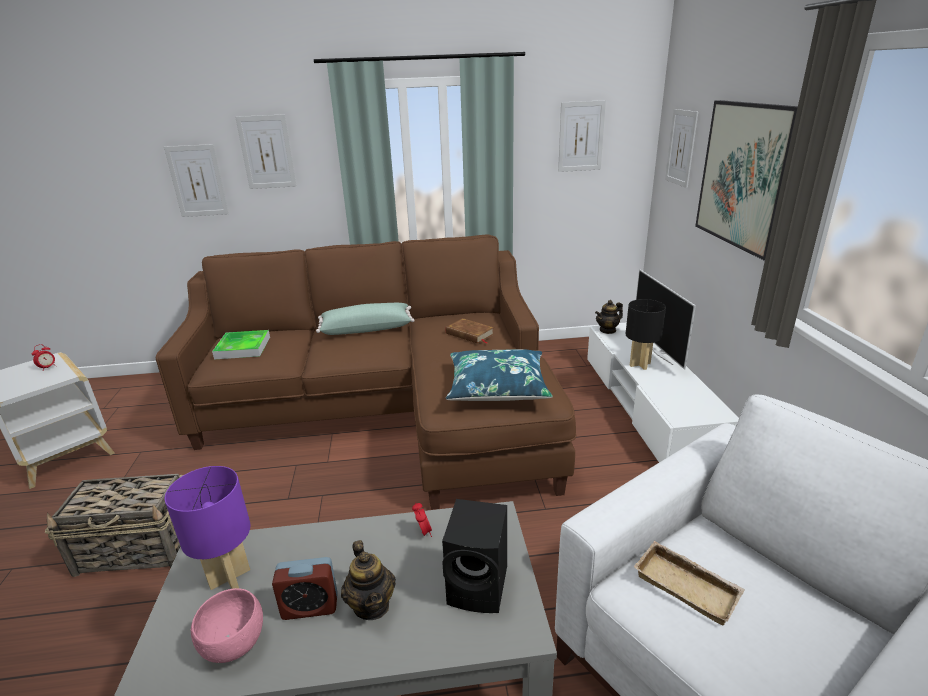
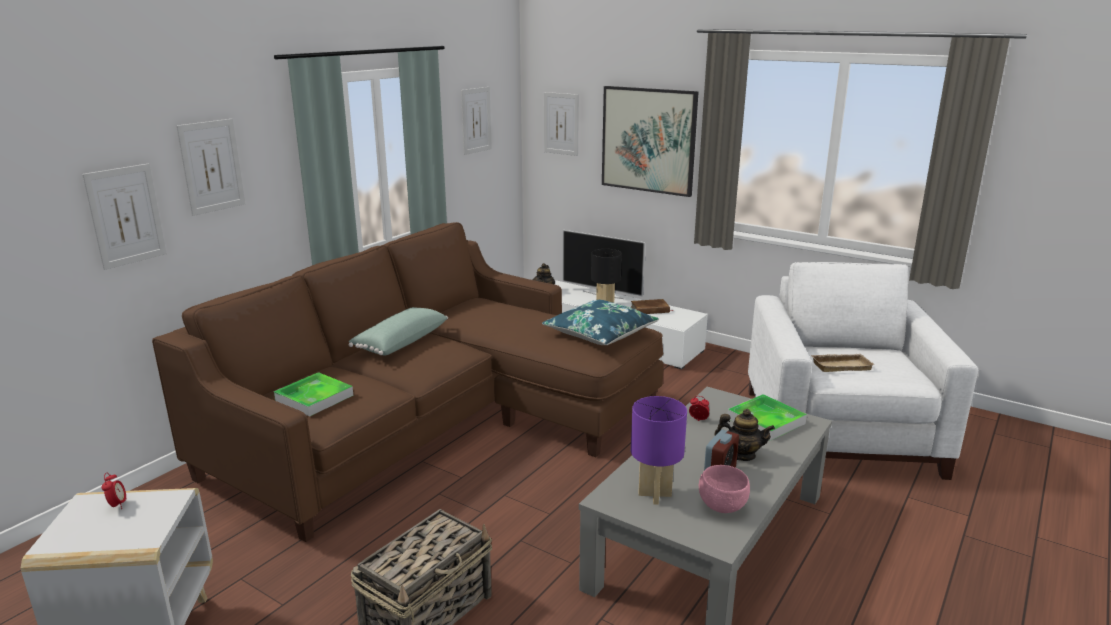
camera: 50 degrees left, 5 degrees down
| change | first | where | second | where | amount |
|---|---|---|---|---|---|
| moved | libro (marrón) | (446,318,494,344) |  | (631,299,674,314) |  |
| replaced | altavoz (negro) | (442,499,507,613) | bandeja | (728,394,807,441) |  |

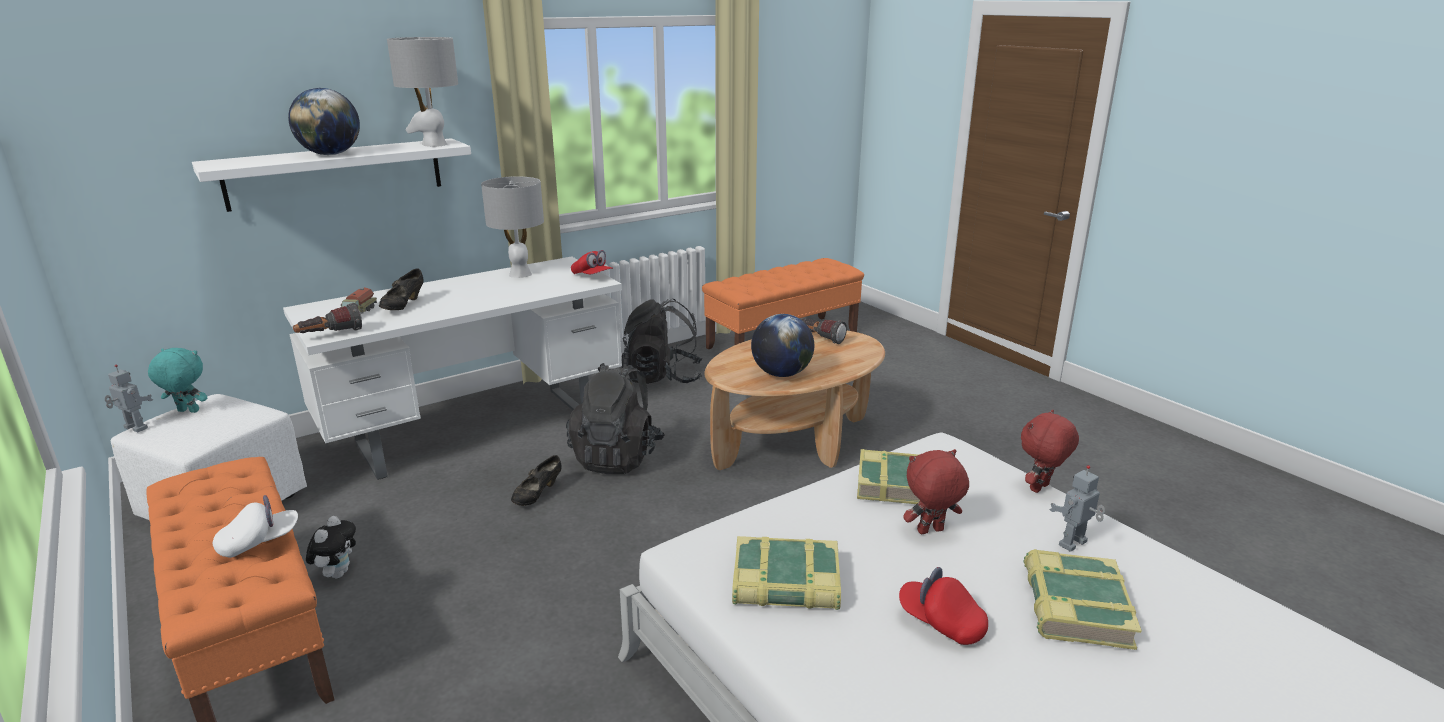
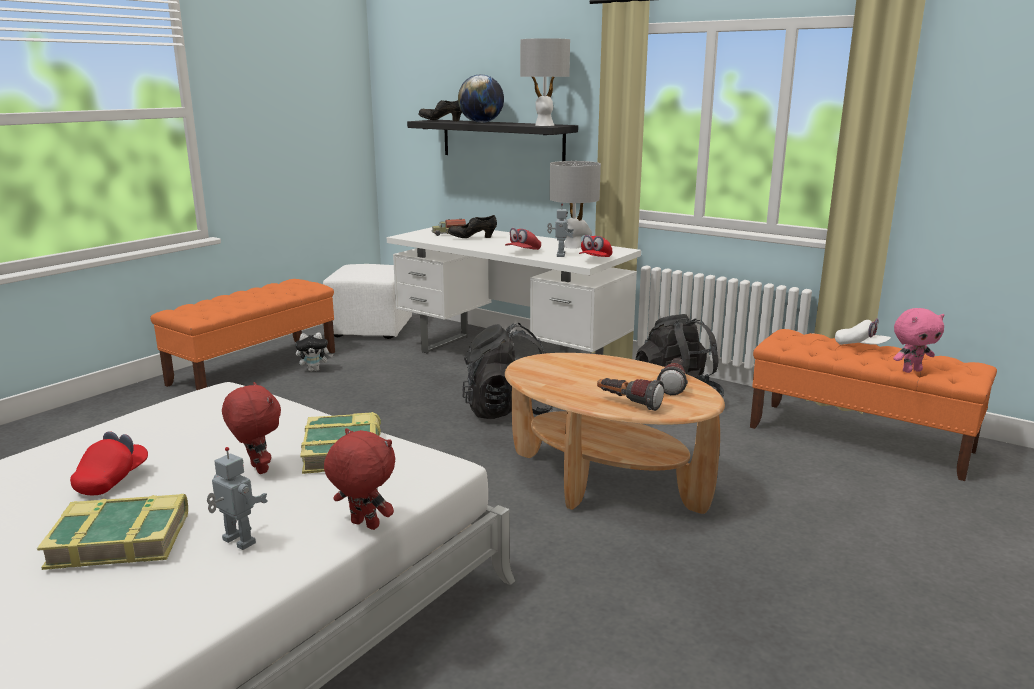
camera: 70 degrees right, 5 degrees down
| change | first | where | second | where | amount |
|---|---|---|---|---|---|
| removed | peluche (turquesa) | (148,348,207,413) |  |  |  |
| removed | libro | (732,536,841,610) |  |  |  |
| removed | globo terráqueo | (751,314,814,377) |  |  |  |
| added |  |  | gorra (rojo) | (505,228,541,250) |  |
| added |  |  | peluche (rosa) | (893,308,944,373) |  |
| moved | robot de juguete | (105,365,153,432) |  | (547,204,574,257) |  |
| moved | gorra (blanco) | (213,495,298,558) |  | (835,318,891,345) |  |
| moved | linterna | (293,303,362,333) |  | (597,378,664,411) |  |
| moved | zapato (negro) | (511,455,562,506) |  | (418,100,462,121) |  |
| recoloured | estante (blanco) | (192,138,471,212) | estante (negro) | (407,120,578,161) |  |

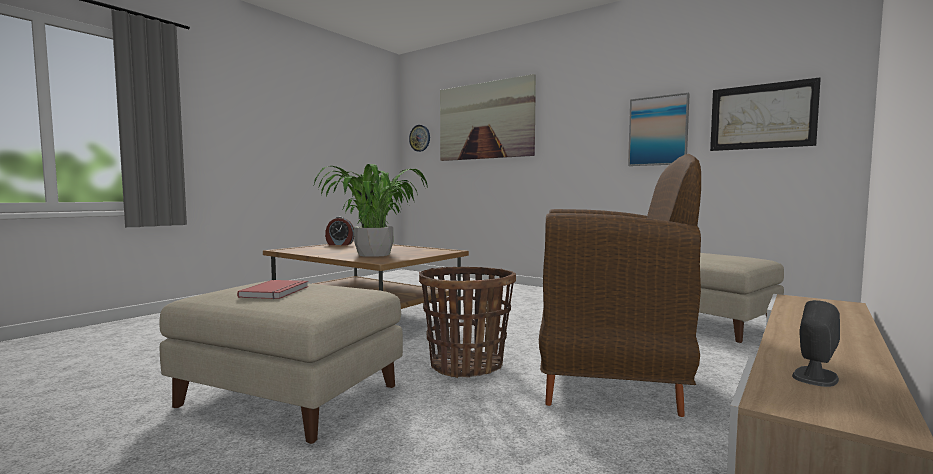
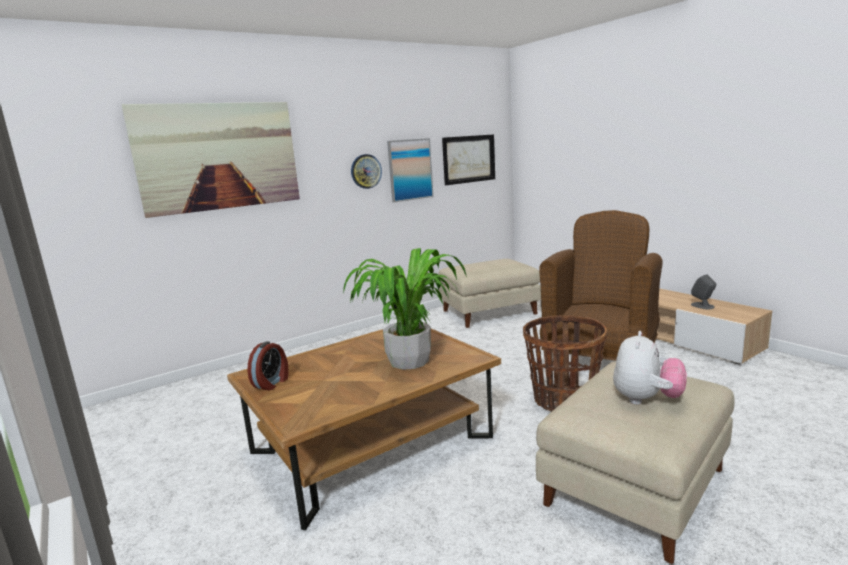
camera: 70 degrees left, 10 degrees up
| change | first | where | second | where | amount |
|---|---|---|---|---|---|
| moved | reloj de pared | (409,125,430,152) |  | (351,154,382,189) |  |
| replaced | libro (rojo) | (237,280,309,299) | peluche | (613,331,687,404) |  |

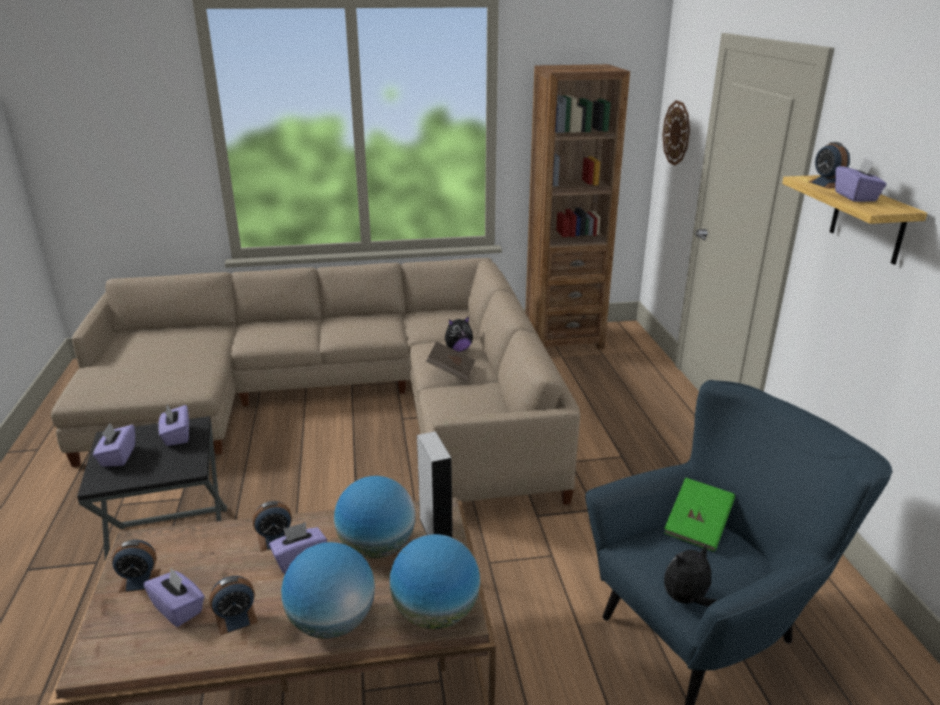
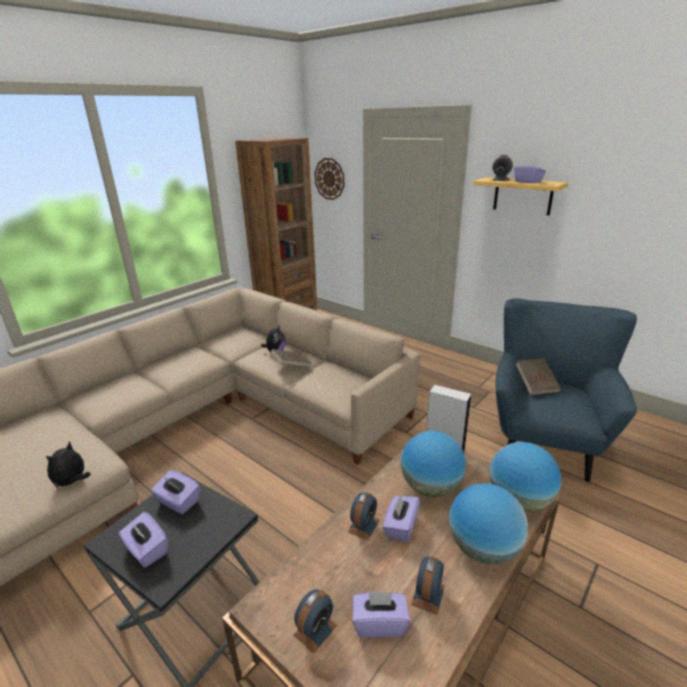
camera: 40 degrees left, 0 degrees up
| change | first | where | second | where | amount |
|---|---|---|---|---|---|
| moved | peluche | (664,544,717,607) |  | (46,441,91,489) |  |
| recoloured | libro (verde) | (664,478,735,552) | libro (marrón) | (516,358,561,395) |  |

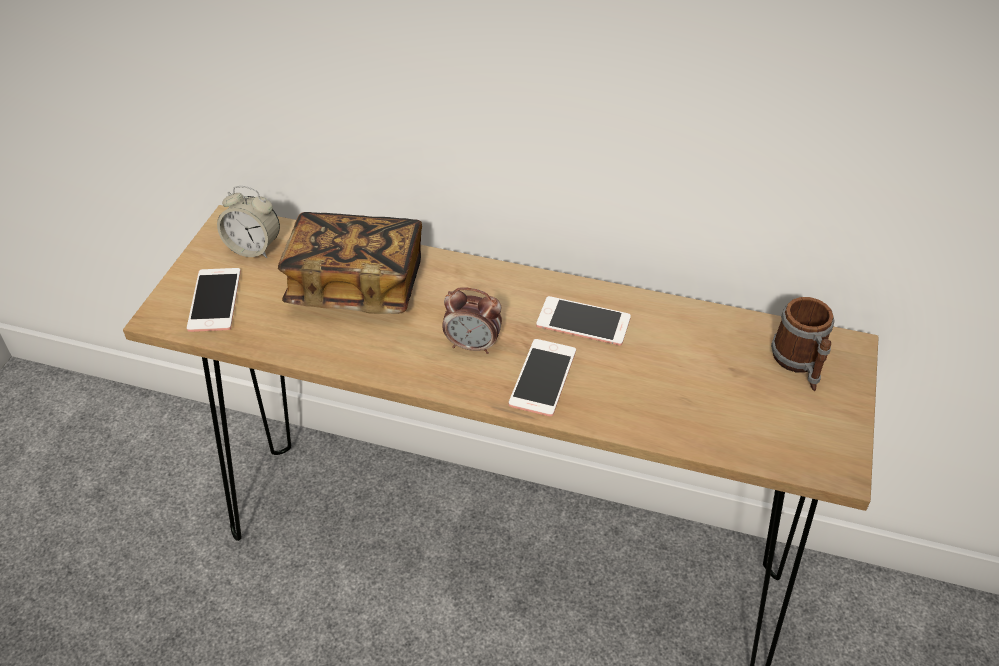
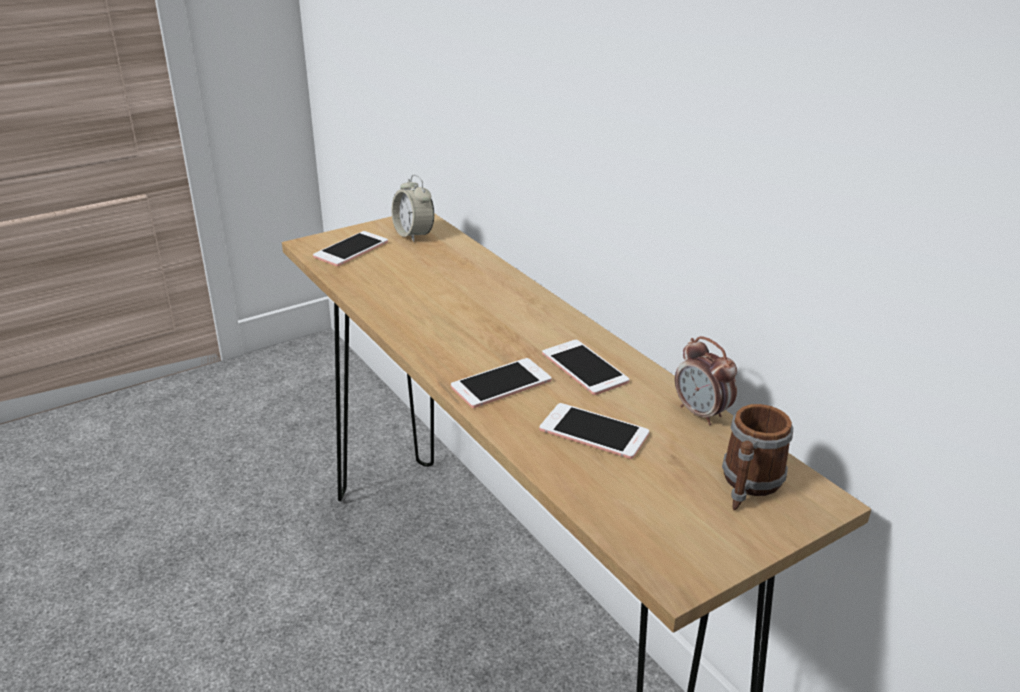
camera: 40 degrees right, 15 degrees down
| change | first | where | second | where | amount |
|---|---|---|---|---|---|
| removed | libro | (278,212,422,314) |  |  |  |
| added |  |  | móvil | (539,403,649,459) |  |
| moved | despertador | (442,287,502,354) |  | (675,336,737,425) |  |

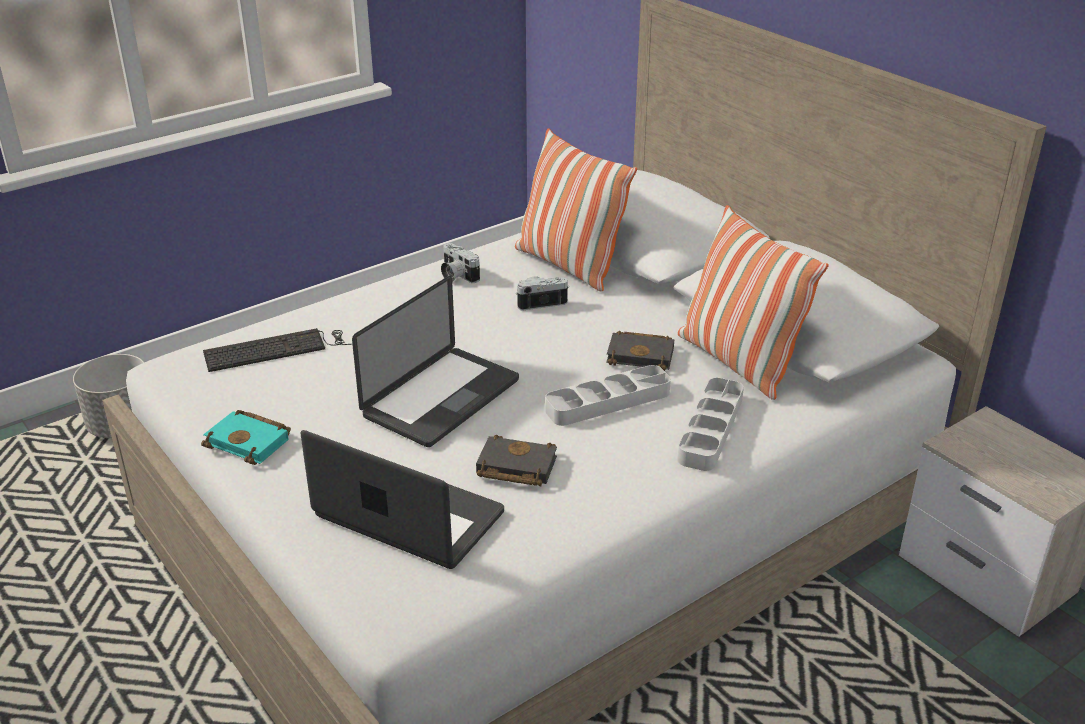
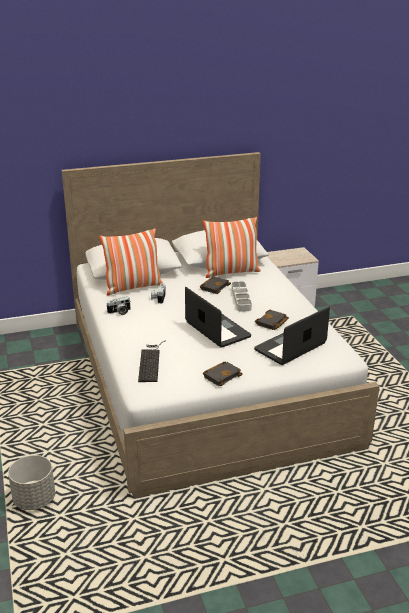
camera: 70 degrees left, 5 degrees down
| change | first | where | second | where | amount |
|---|---|---|---|---|---|
| removed | bandeja (gris) | (677,377,744,471) |  |  |  |
| recoloured | libro (turquesa) | (201,410,291,465) | libro (negro) | (203,362,243,387) |  |

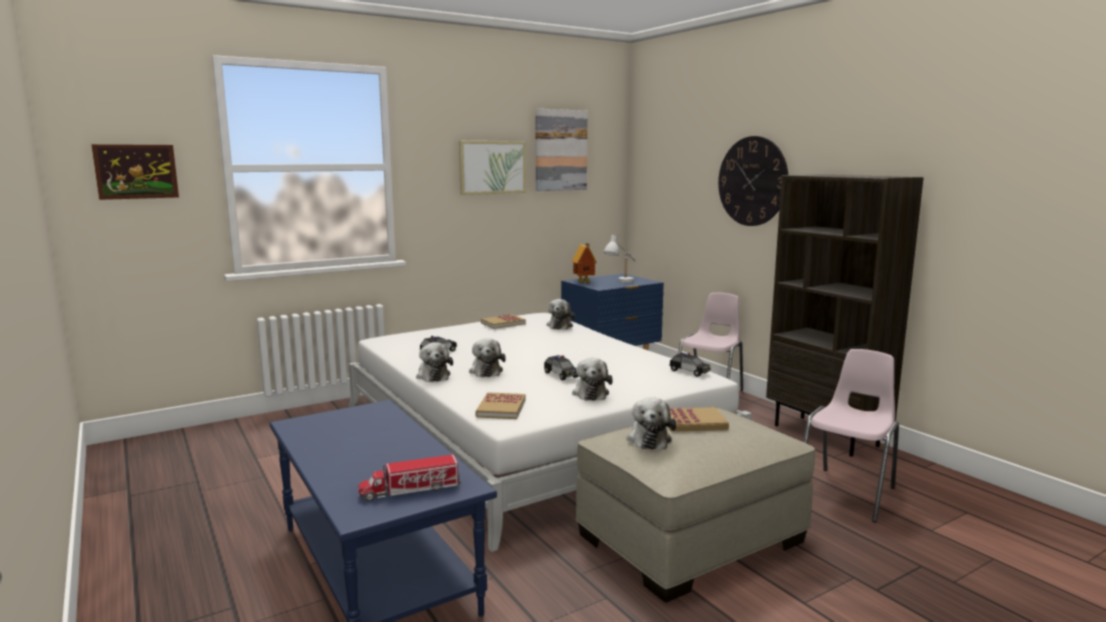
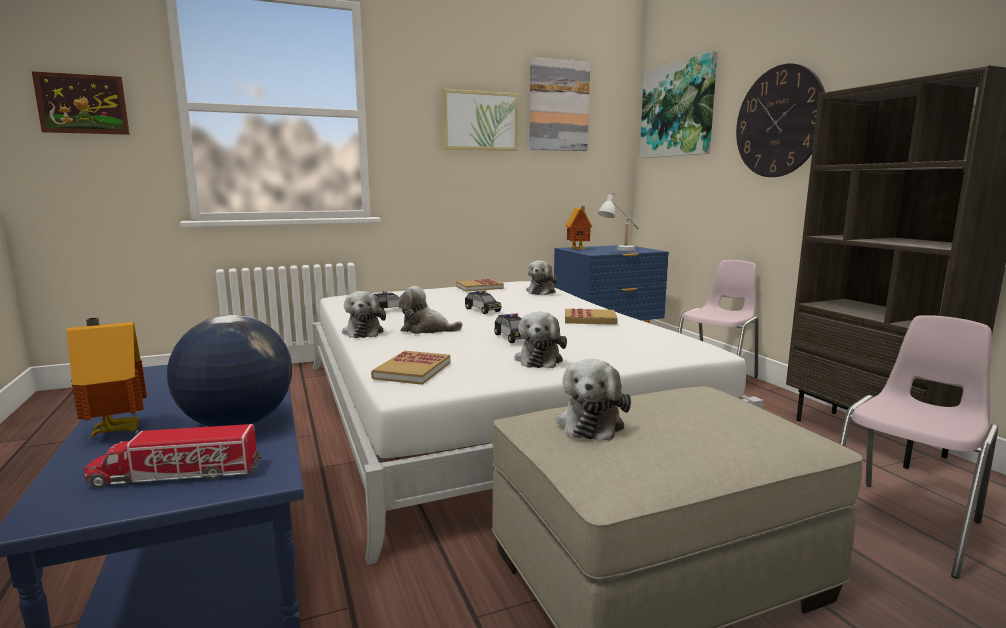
camera: 10 degrees right, 0 degrees up
| change | first | where | second | where | amount |
|---|---|---|---|---|---|
| added |  |  | casita | (67,317,147,439) |  |
| added |  |  | globo terráqueo | (167,315,292,427) |  |
| added |  |  | cuadro | (640,51,718,158) |  |
| moved | coche de juguete | (669,352,711,377) |  | (465,290,502,314) |  |
| moved | libro | (669,407,729,432) |  | (565,308,618,325) |  |
| turned | peluche | (469,338,506,377) |  | (399,286,462,334) | 105 degrees clockwise |

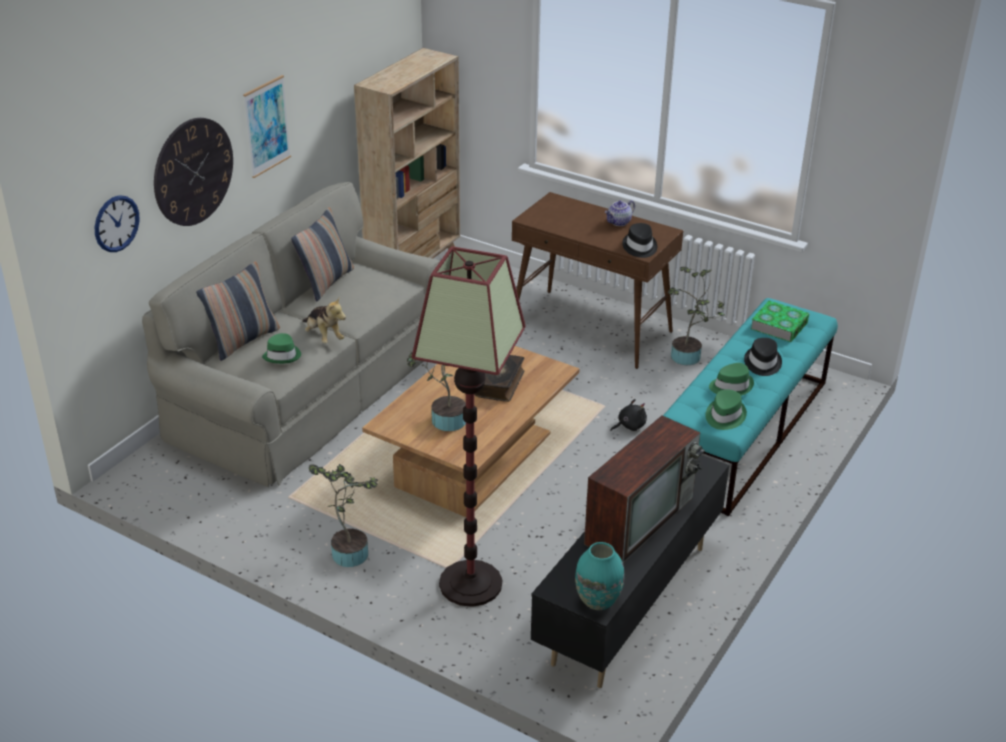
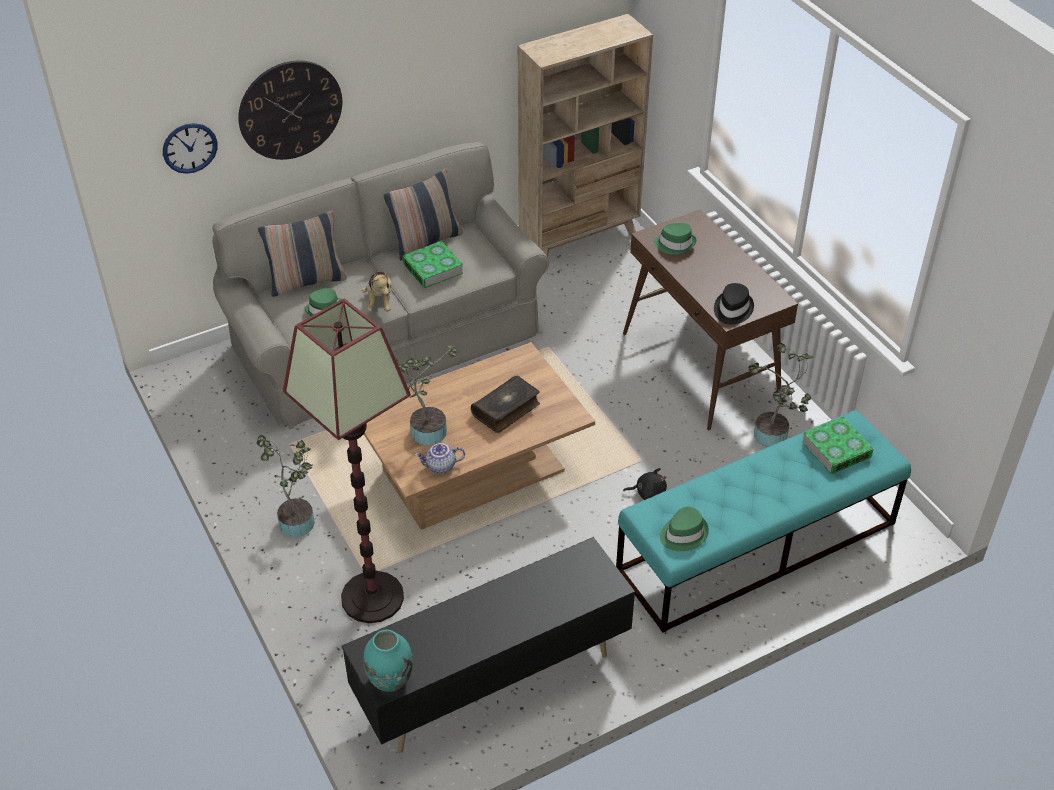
camera: 30 degrees right, 10 degrees up
| change | first | where | second | where | amount |
|---|---|---|---|---|---|
| removed | cuadro | (243,75,291,178) |  |  |  |
| removed | televisor | (584,415,705,563) |  |  |  |
| removed | sombrero (negro) | (744,338,782,376) |  |  |  |
| added |  |  | libro | (403,241,463,288) |  |
| moved | tetera | (605,200,635,226) |  | (415,443,465,474) |  |
| moved | sombrero (verde) | (709,363,754,396) |  | (654,223,696,255) |  |

